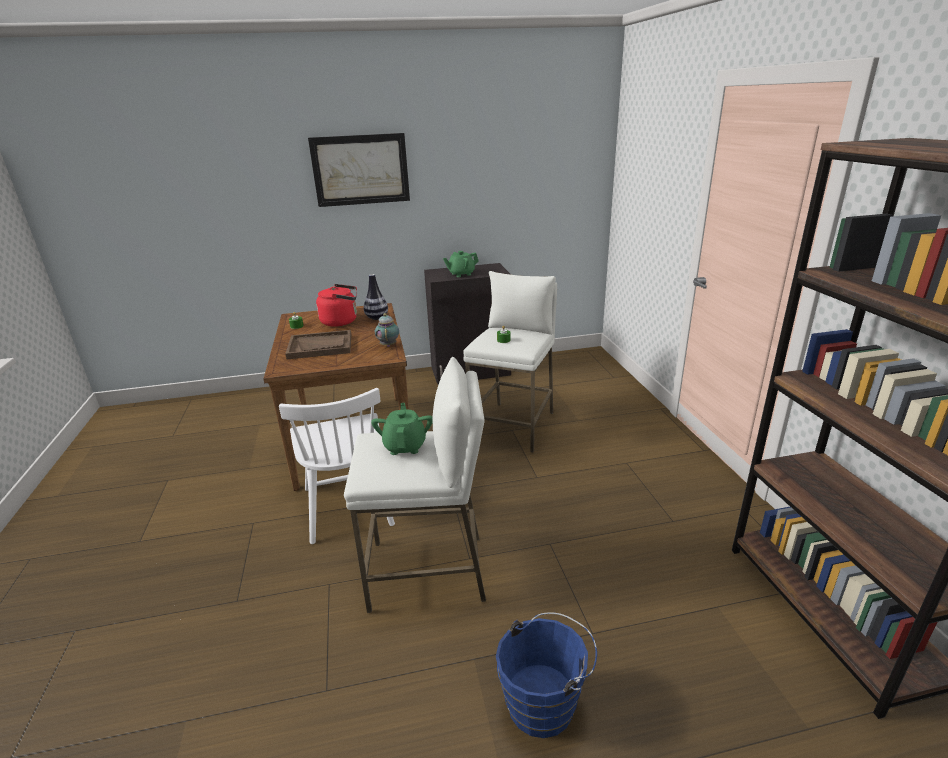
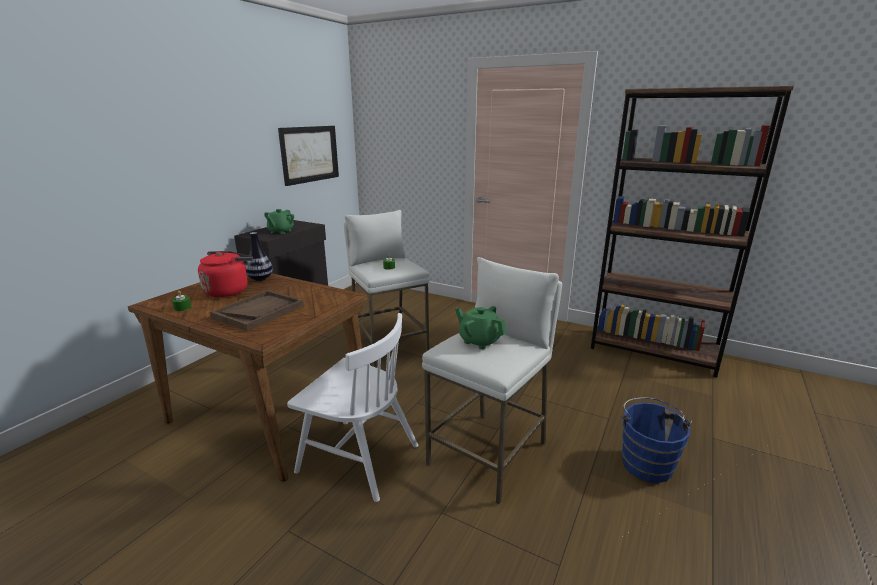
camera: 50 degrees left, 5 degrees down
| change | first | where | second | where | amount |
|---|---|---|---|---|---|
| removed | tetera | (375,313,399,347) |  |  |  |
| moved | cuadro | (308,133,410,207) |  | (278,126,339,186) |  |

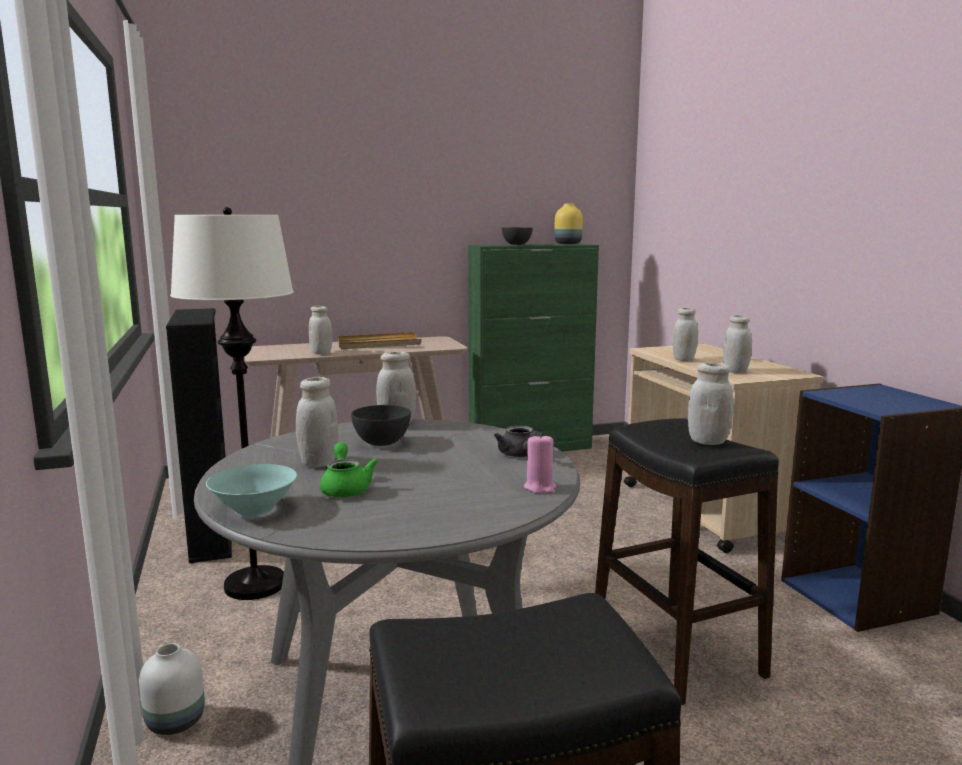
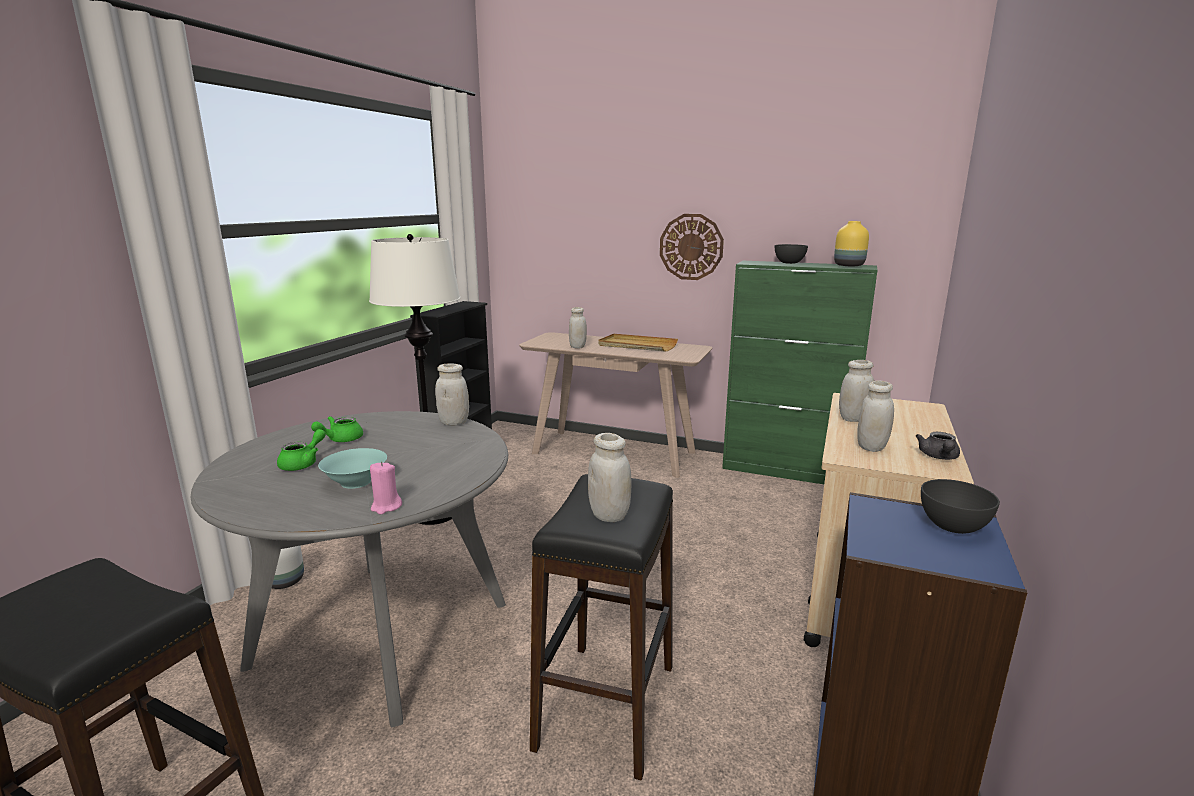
camera: 40 degrees right, 5 degrees up
| change | first | where | second | where | amount |
|---|---|---|---|---|---|
| added |  |  | reloj de pared | (660,214,724,280) |  |
| moved | cuenco (turquesa) | (206,464,297,517) |  | (318,448,387,489) |  |
| moved | cuenco (gris) | (351,405,411,446) |  | (921,479,1000,534) |  |
| moved | tetera (gris) | (494,425,541,457) |  | (915,432,960,460) |  |
| replaced | tarro (blanco) | (296,377,339,468) | tetera (verde) | (311,416,363,442) |  |

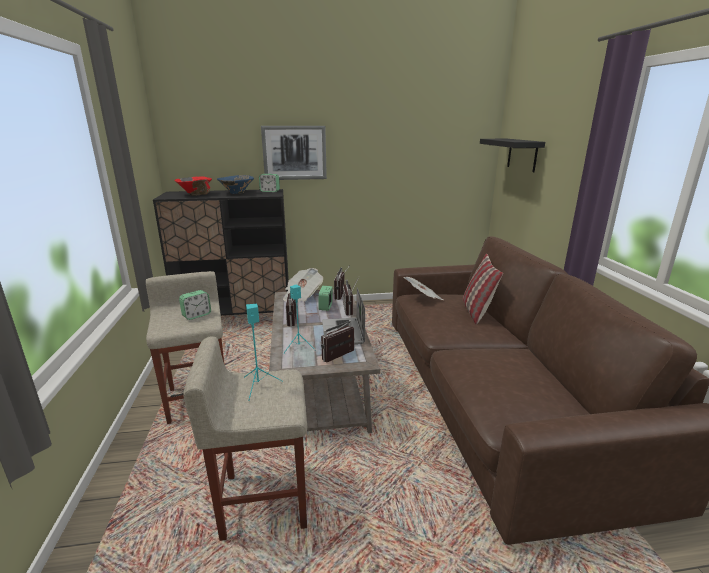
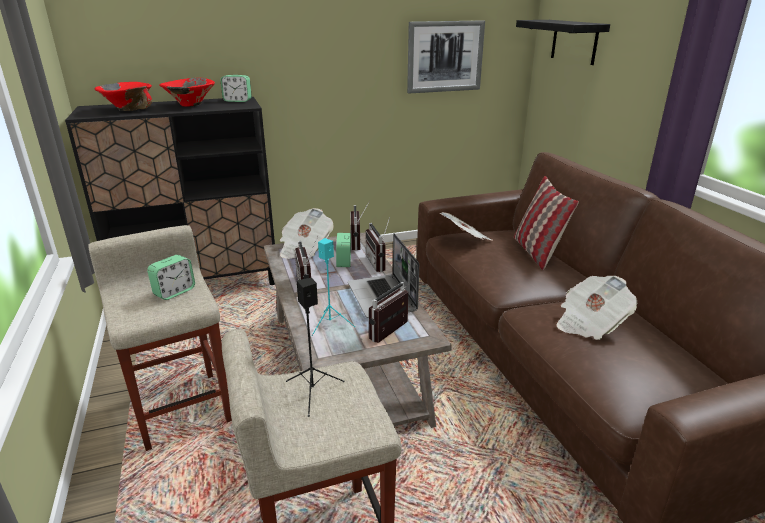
camera: 10 degrees left, 5 degrees up
| change | first | where | second | where | amount |
|---|---|---|---|---|---|
| added |  |  | periódico | (556,276,637,340) |  |
| moved | cuadro | (261,126,327,180) |  | (407,21,485,93) |  |
| recoloured | cuenco (azul) | (217,175,254,194) | cuenco (rojo) | (159,78,215,107) |  |
| recoloured | altavoz (turquesa) | (244,304,283,401) | altavoz (negro) | (286,278,345,417) |  |

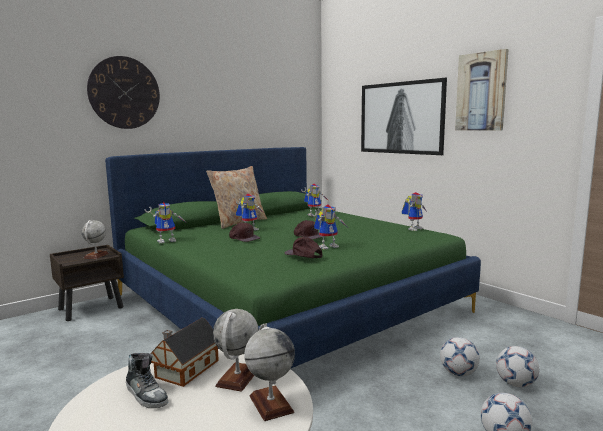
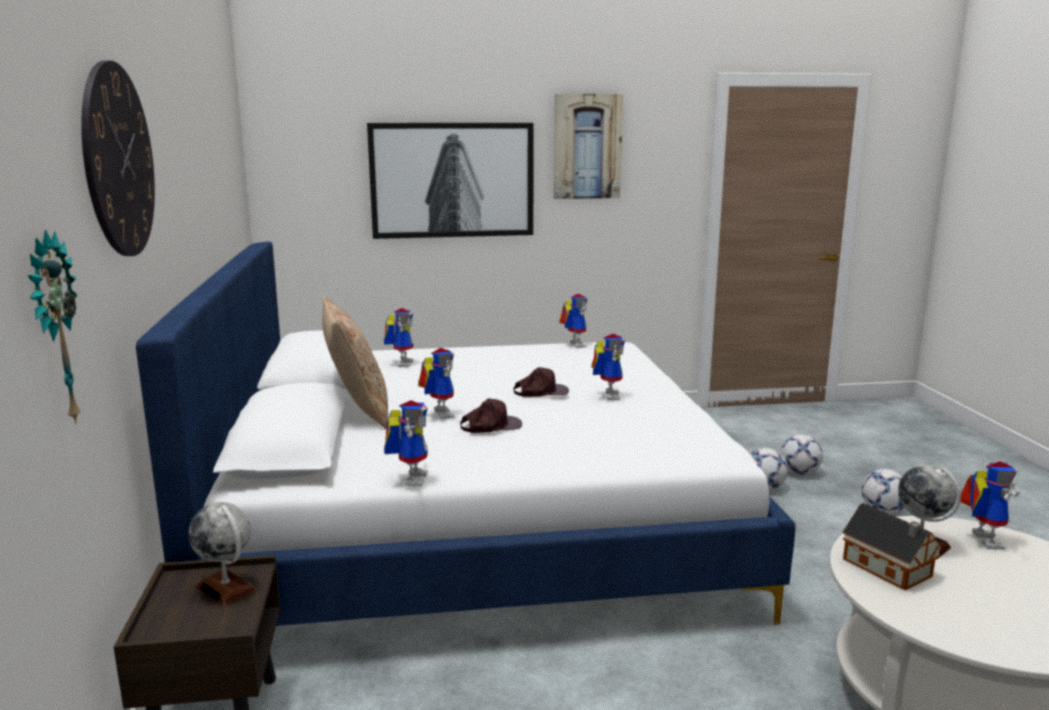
camera: 60 degrees left, 5 degrees up
| change | first | where | second | where | amount |
|---|---|---|---|---|---|
| removed | zapato | (126,353,168,408) |  |  |  |
| removed | gorra (marrón) | (284,237,322,258) |  |  |  |
| added |  |  | reloj de pared | (28,230,80,424) |  |
| replaced | globo terráqueo | (244,323,295,421) | robot de juguete | (960,462,1020,550) |  |
| recoloured | cama (verde) | (105,147,481,368) | cama (blanco) | (136,242,795,626) |  |

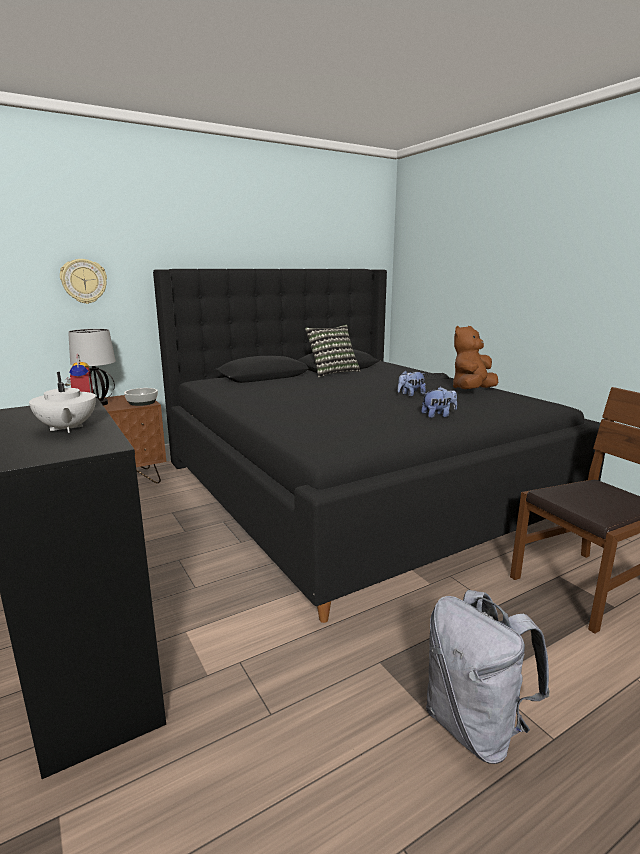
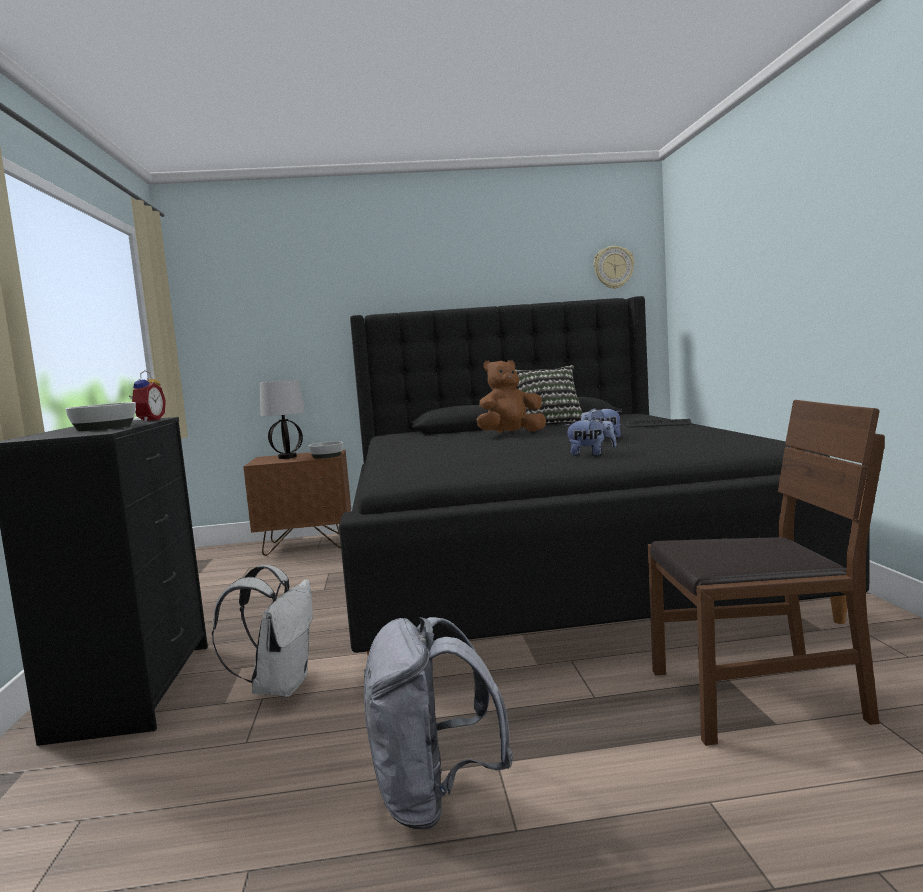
camera: 25 degrees right, 10 degrees down
| change | first | where | second | where | amount |
|---|---|---|---|---|---|
| added |  |  | mochila (blanco) | (212,565,313,697) |  |
| moved | reloj de pared | (60,259,107,304) |  | (594,246,634,289) |  |
| moved | peluche (marrón) | (453,326,498,389) |  | (477,360,546,433) |  |
| replaced | tetera (blanco) | (29,372,96,433) | cuenco | (65,402,136,431) |  |

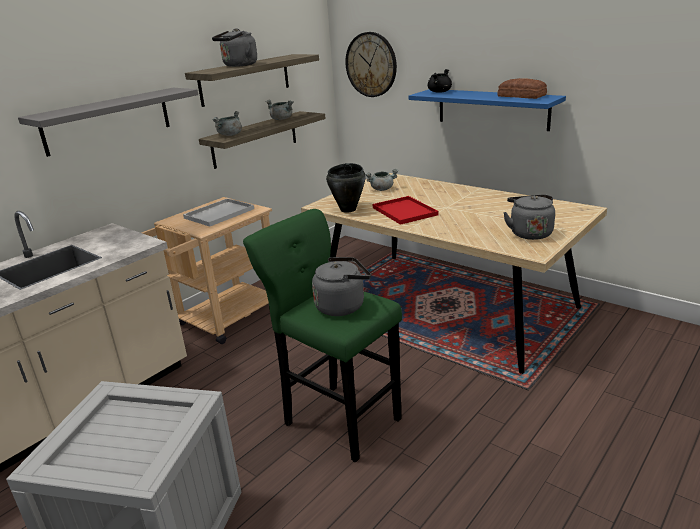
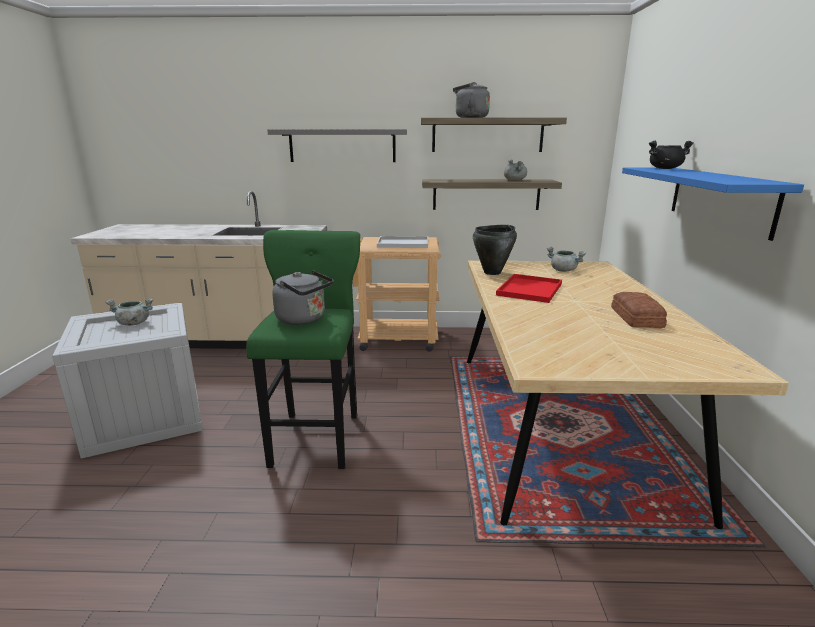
camera: 50 degrees right, 5 degrees down
| change | first | where | second | where | amount |
|---|---|---|---|---|---|
| removed | reloj de pared | (345,32,397,97) |  |  |  |
| removed | hervidor (gris) | (503,195,555,240) |  |  |  |
| moved | olla (gris) | (212,111,242,136) |  | (105,298,153,326) |  |
| moved | pan | (498,78,547,99) |  | (611,292,667,328) |  |

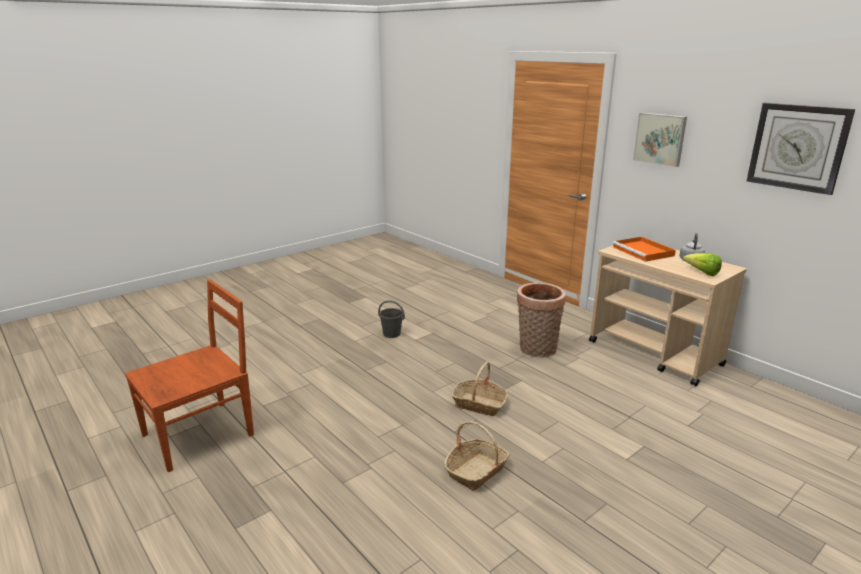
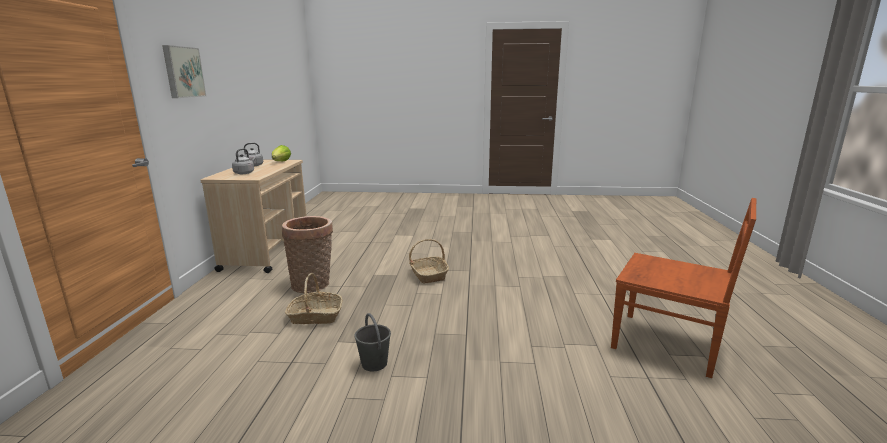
camera: 135 degrees left, 5 degrees down
| change | first | where | second | where | amount |
|---|---|---|---|---|---|
| removed | reloj de pared | (747,103,855,195) |  |  |  |
| moved | cesta | (444,421,510,491) |  | (285,273,342,324) |  |
| replaced | bandeja (naranja) | (612,237,676,262) | hervidor (gris) | (232,148,256,174) |  |
| turned | silla (marrón) | (125,280,254,472) |  | (611,198,756,378) | 150 degrees counterclockwise |

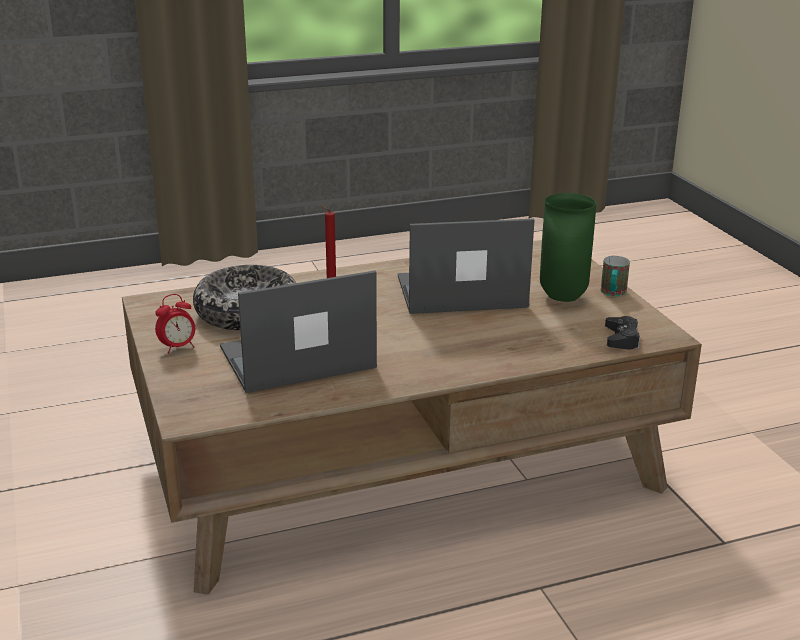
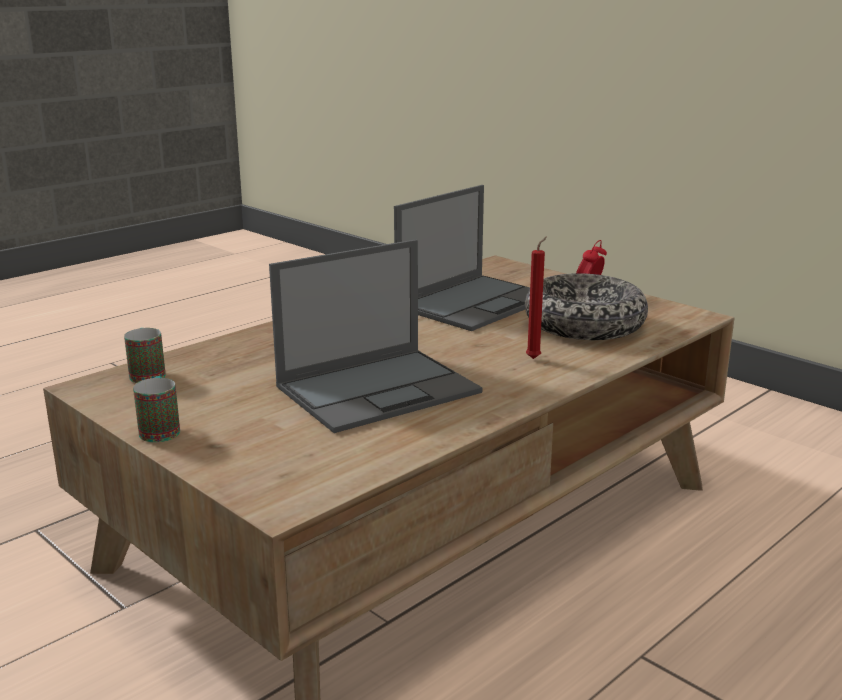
camera: 155 degrees right, 5 degrees down
| change | first | where | second | where | amount |
|---|---|---|---|---|---|
| removed | florero (verde) | (540,193,597,302) |  |  |  |
| replaced | mando de consola (negro) | (605,316,640,350) | taza grande | (124,328,166,383) |  |

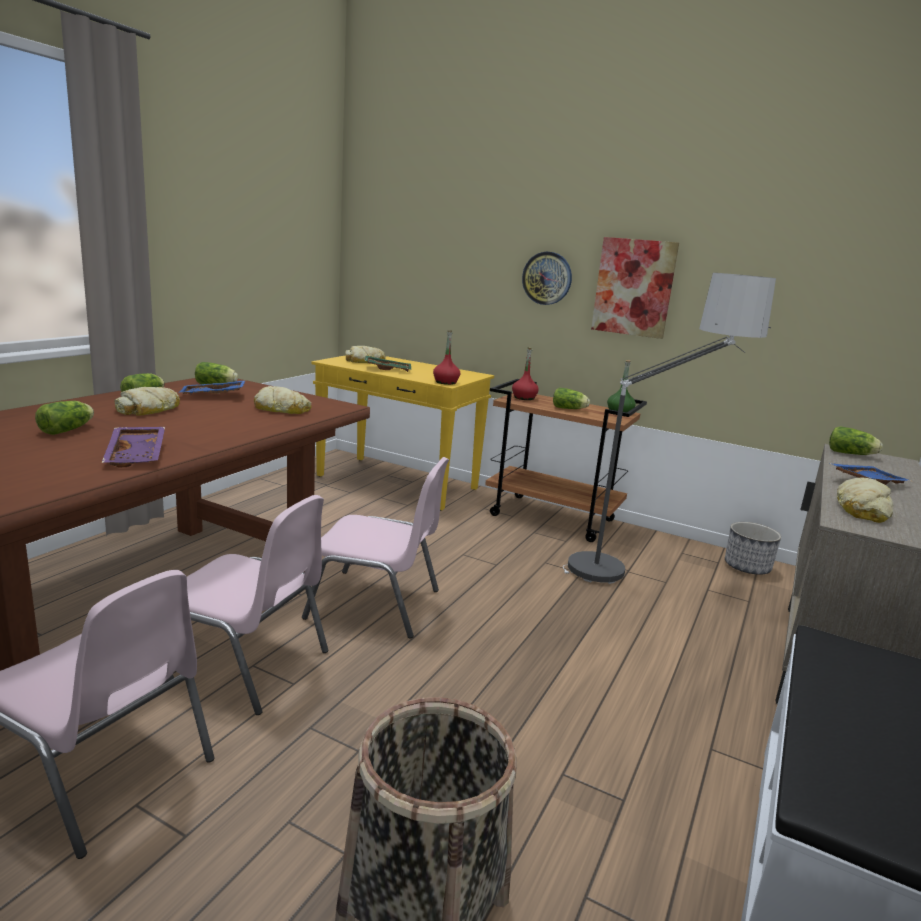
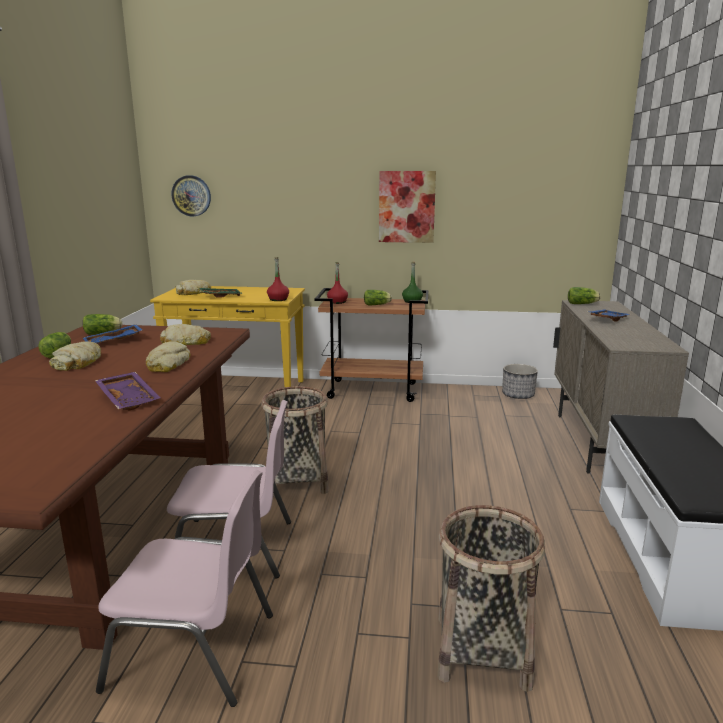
camera: 20 degrees left, 0 degrees up
| change | first | where | second | where | amount |
|---|---|---|---|---|---|
| removed | lechuga | (35,401,94,435) |  |  |  |
| removed | lámpara de pie | (563,273,776,584) |  |  |  |
| moved | reloj de pared | (522,252,572,305) |  | (172,175,211,216) |  |
| moved | pan | (837,478,893,523) |  | (146,341,191,372) |  |
| replaced | silla (rosa) | (302,457,449,639) | cesta | (261,386,329,497) |  |

